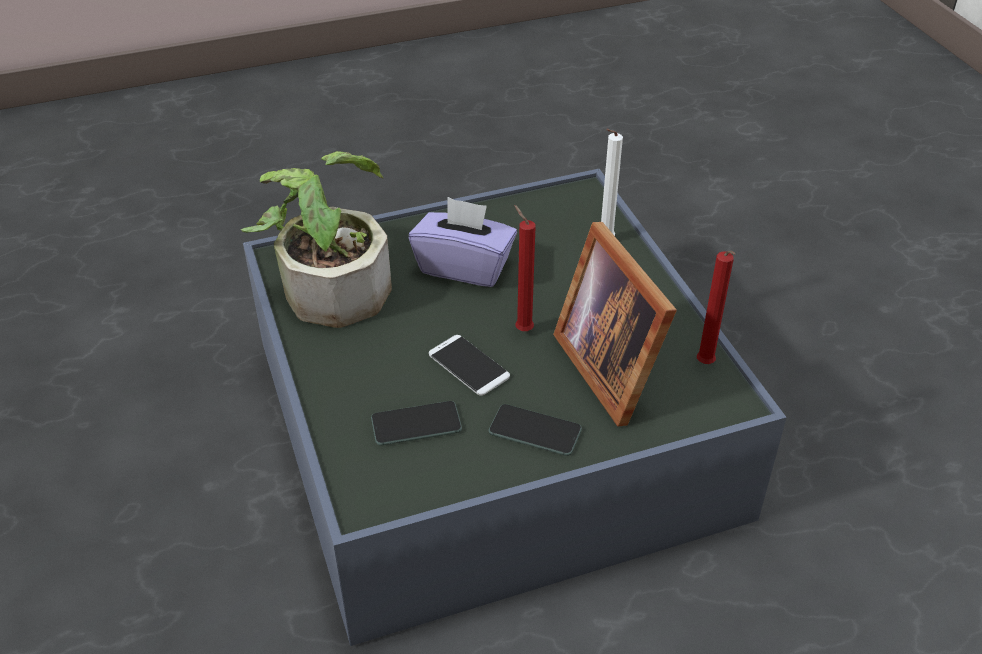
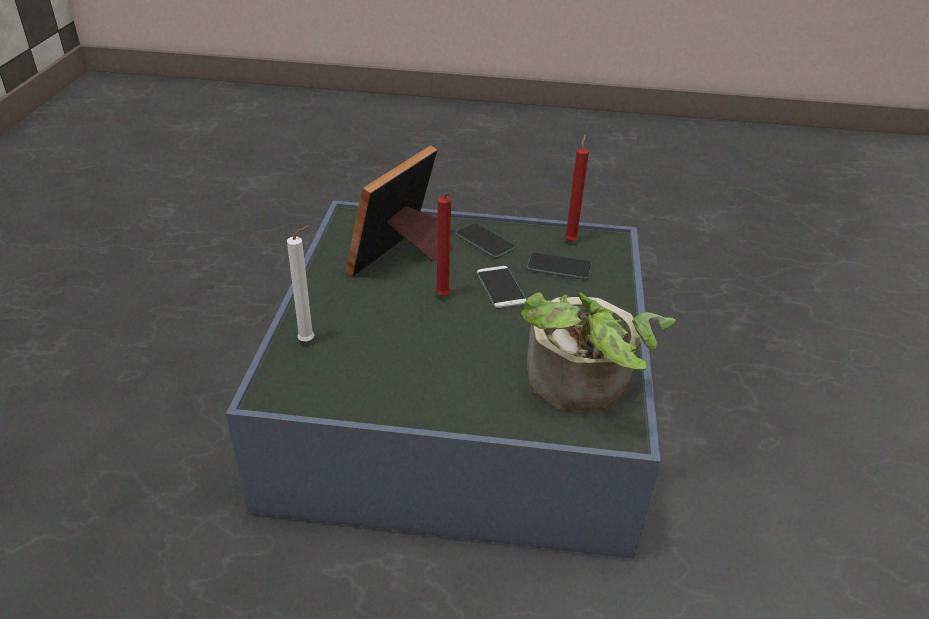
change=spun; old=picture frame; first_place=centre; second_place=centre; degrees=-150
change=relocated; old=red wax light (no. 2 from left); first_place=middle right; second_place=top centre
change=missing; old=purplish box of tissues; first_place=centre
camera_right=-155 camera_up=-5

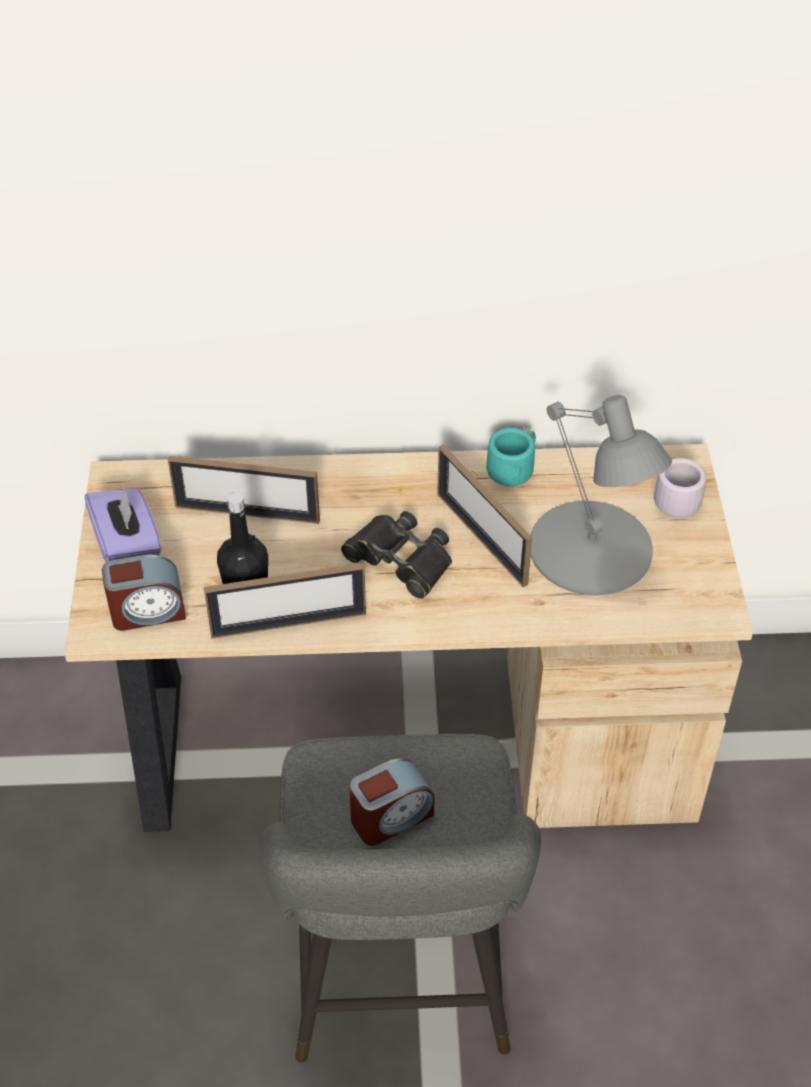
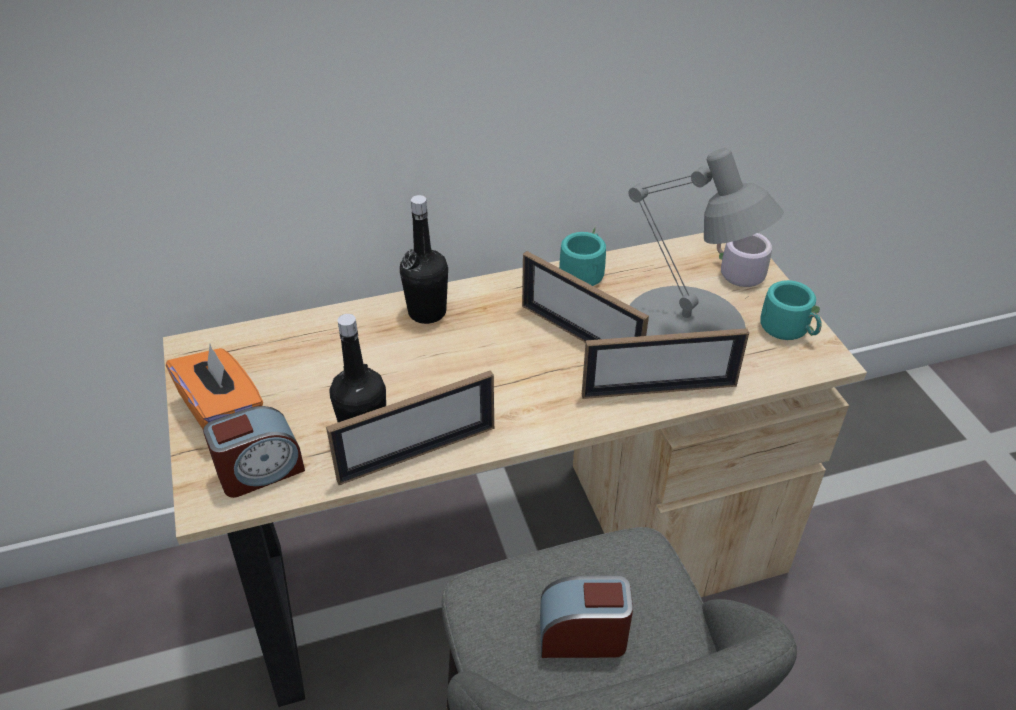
change=colour; old=purplish box of tissues; new=orange-coloured box of tissues; first_place=middle left; second_place=middle left
change=appeared; new=black-coloured drink bottle (no. 2 from left); second_place=centre
change=spun; old=bedside clock (no. 2 from left); first_place=bottom centre; second_place=bottom centre; degrees=-135
change=relocated; old=picture frame (no. 1 from left in the first image); new=picture frame (no. 3 from left); first_place=middle left; second_place=centre
change=appeared; new=turquoise mug (no. 2 from left); second_place=middle right
change=missing; old=black-coloured binoculars; first_place=centre
camera_right=-15 camera_up=-5

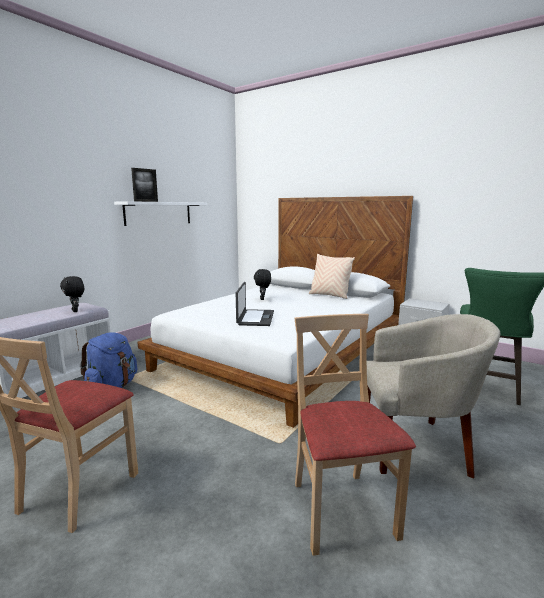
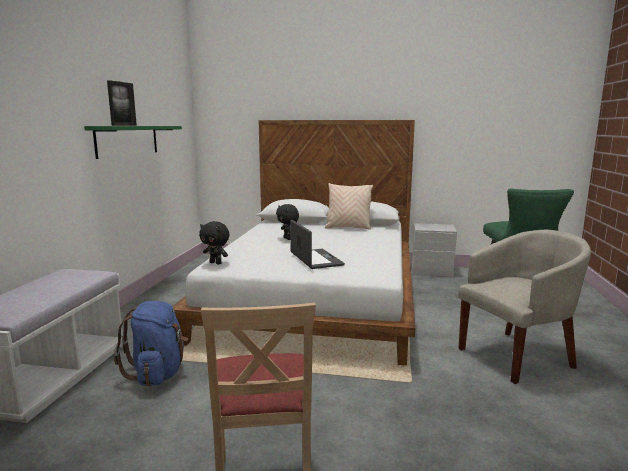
change=colour; old=white-coloured bracket shelf; new=green bracket shelf; first_place=middle left; second_place=top left
change=relocated; old=black-coloured plush toy (no. 1 from left); first_place=middle left; second_place=centre
change=missing; old=beige chair (no. 2 from left); first_place=bottom centre
camera_right=-25 camera_up=0

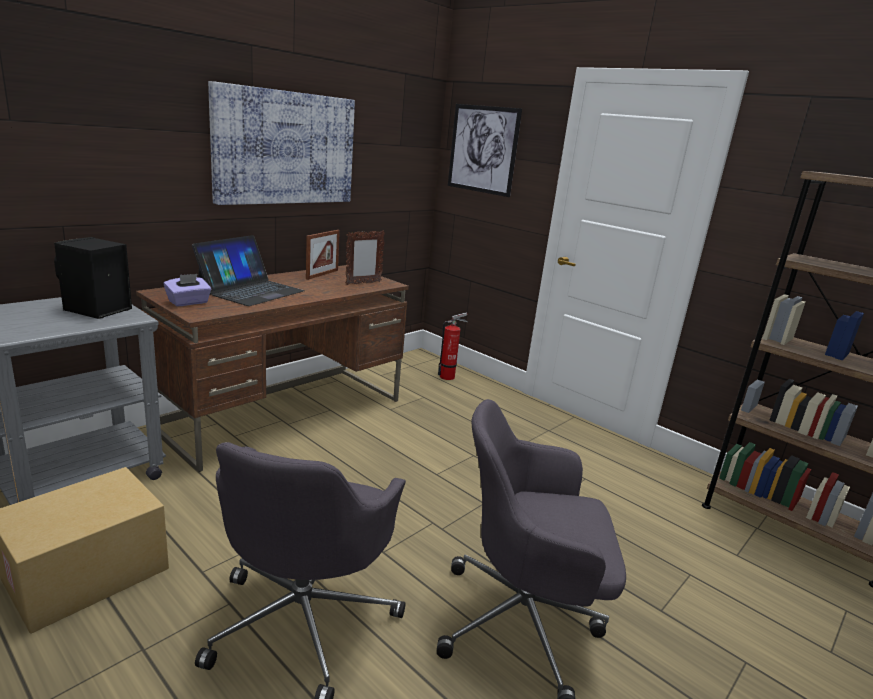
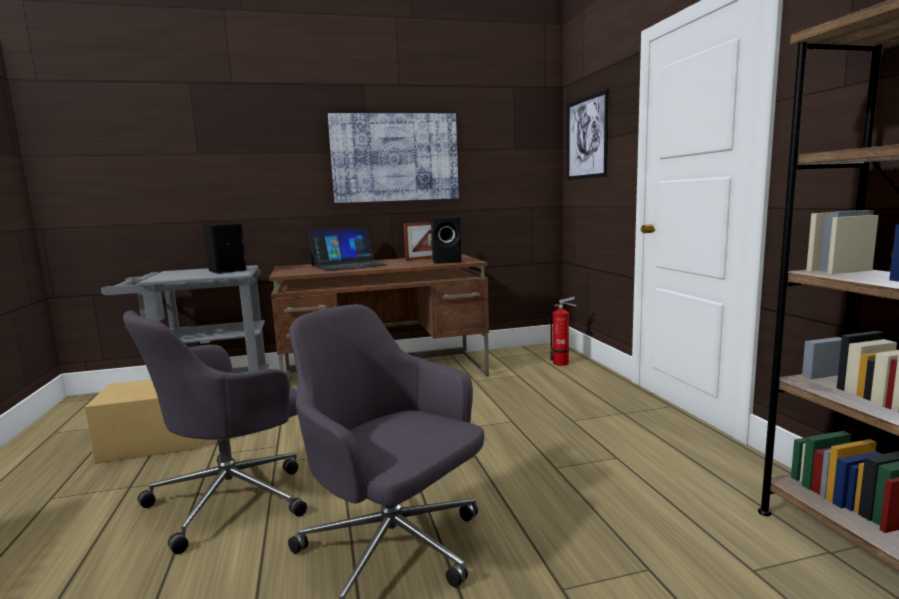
change=exchanged; old=picture frame (no. 2 from left); new=black-coloured audio speaker (no. 2 from left); first_place=centre; second_place=centre
change=missing; old=purplish box of tissues; first_place=middle left
camera_right=35 camera_up=-10

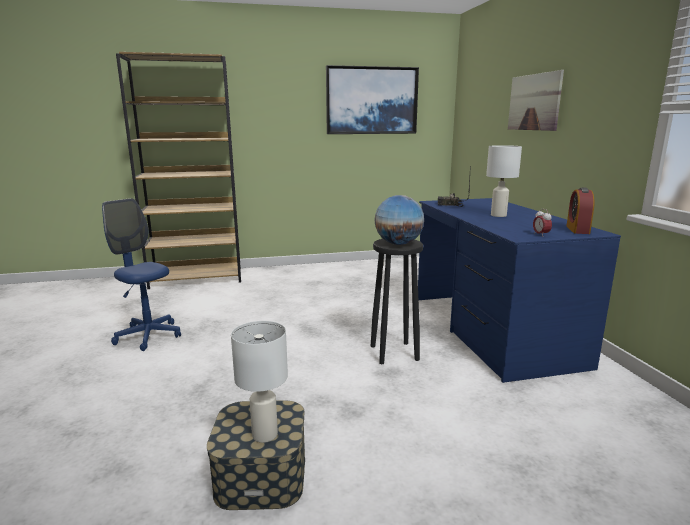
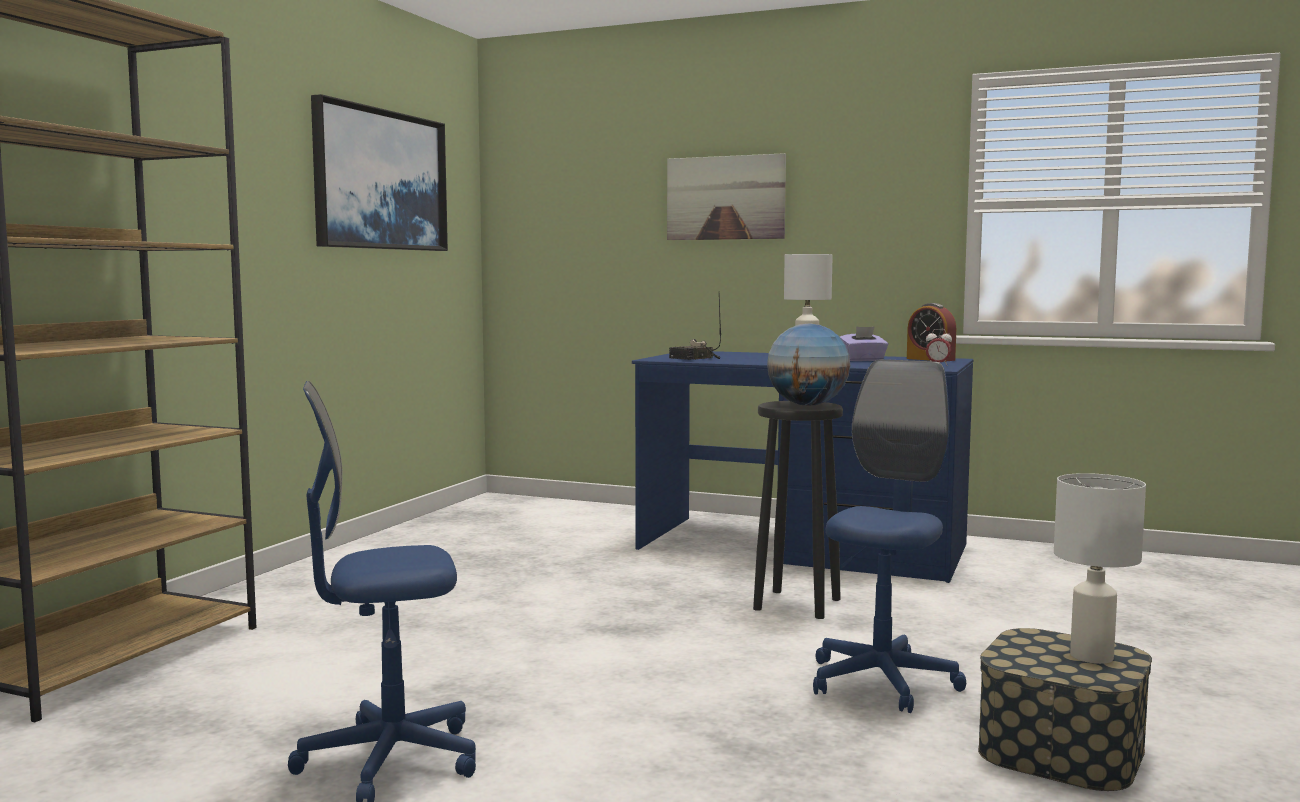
change=appeared; new=blue-coloured office chair (no. 2 from left); second_place=bottom right
change=appeared; new=purplish box of tissues; second_place=centre
camera_right=-55 camera_up=-10

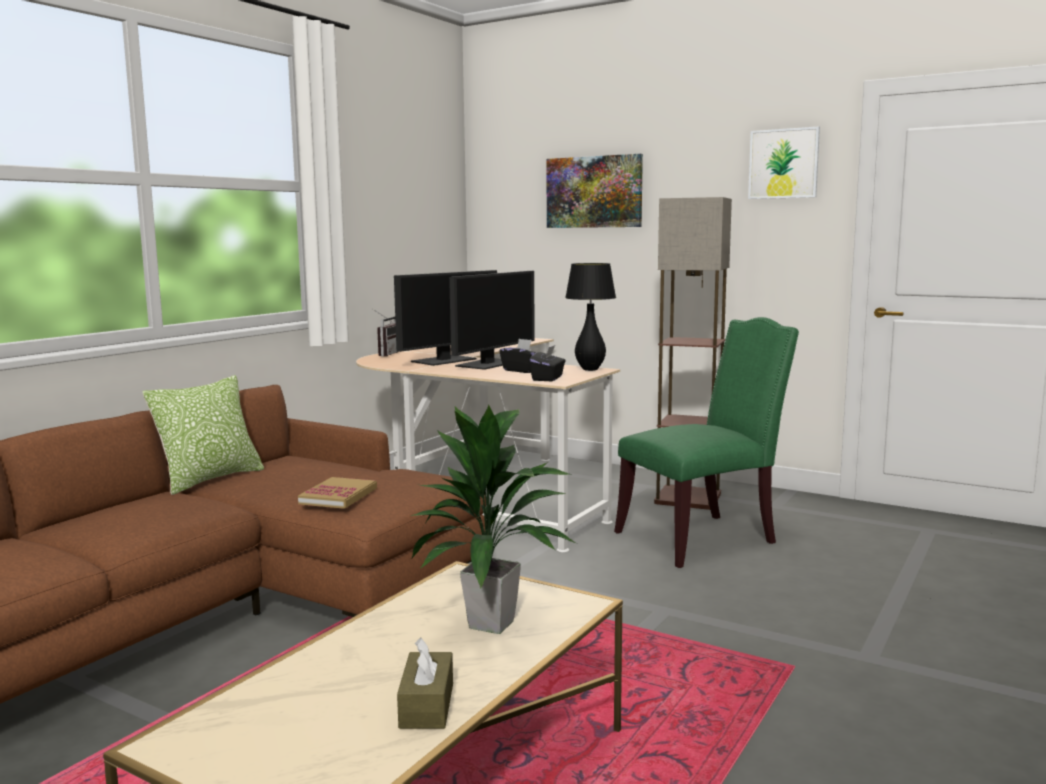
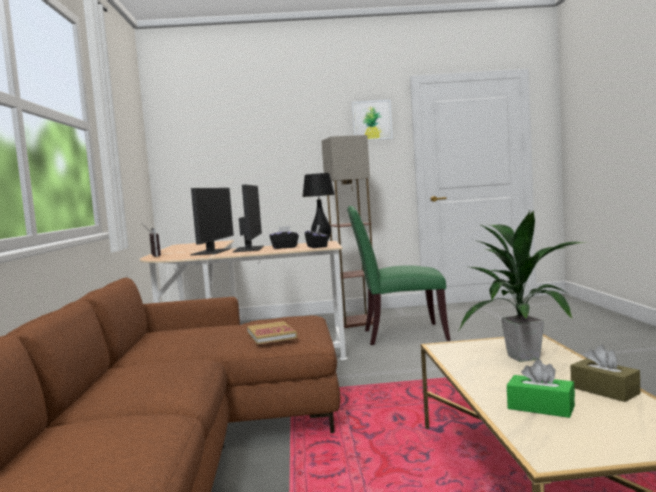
change=spun; old=green chair; first_place=middle right; second_place=centre; degrees=-120
change=appeared; new=green box of tissues; second_place=bottom right
change=missing; old=cushion; first_place=middle left
change=missing; old=wall picture (no. 1 from left); first_place=top centre
camera_right=-35 camera_up=-5

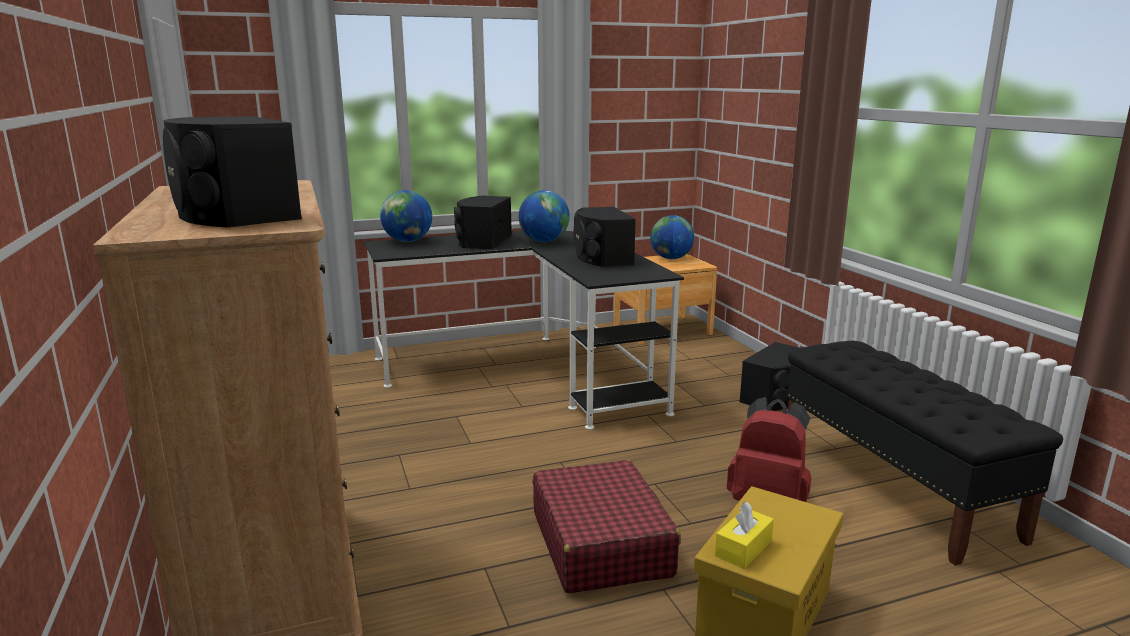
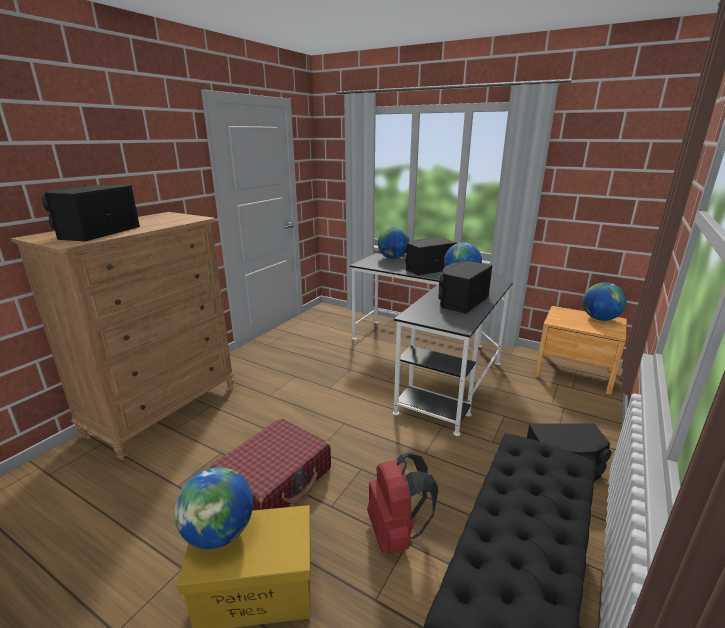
change=exchanged; old=yellowish box of tissues; new=world globe (no. 1 from left); first_place=bottom centre; second_place=bottom left
camera_right=50 camera_up=5

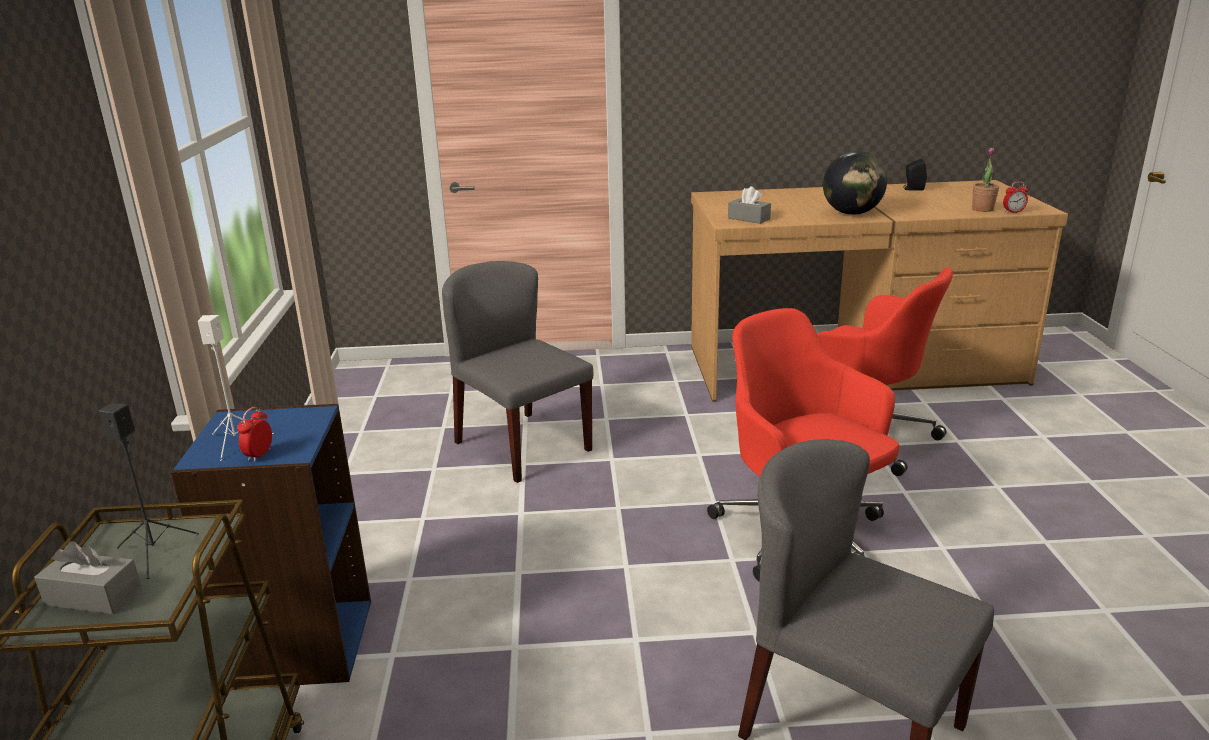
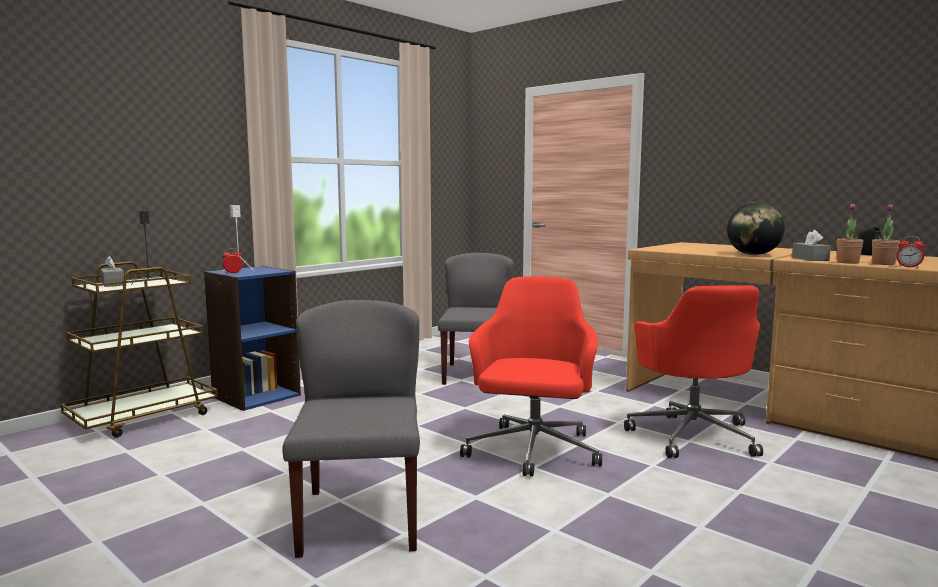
change=relocated; old=greyish box of tissues (no. 2 from left); first_place=top centre; second_place=middle right
change=appeared; new=potted plant (no. 1 from left); second_place=middle right
camera_right=45 camera_up=-15

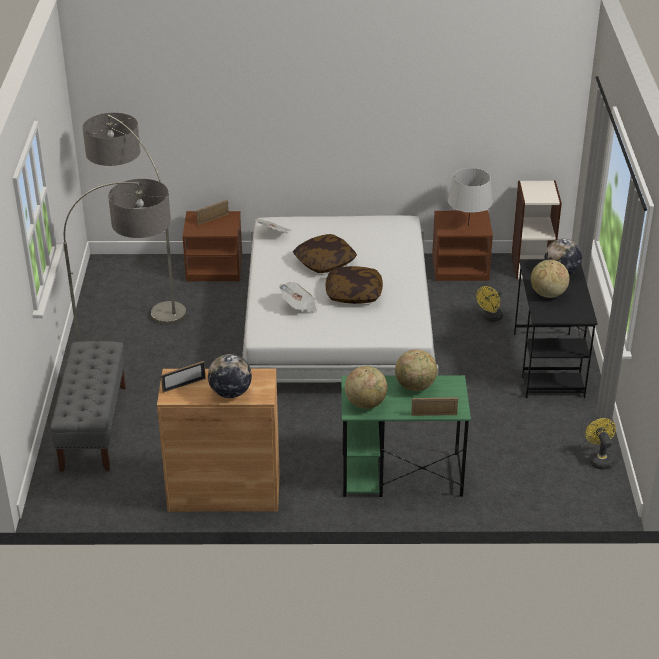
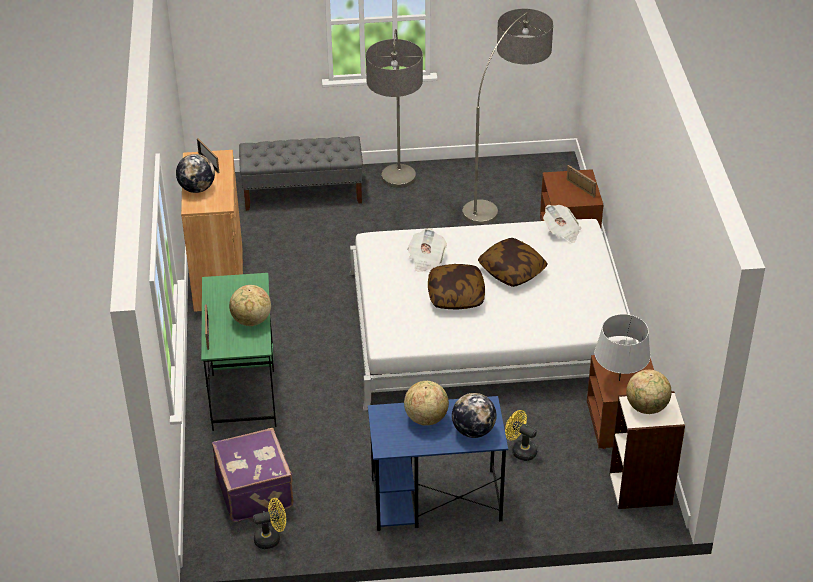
change=appeared; new=purplish piece of luggage; second_place=bottom left
change=colour; old=black-coloured desk unit; new=blue-coloured desk unit; first_place=middle right; second_place=bottom centre
change=relocated; old=world globe (no. 2 from left in the first image); new=world globe (no. 5 from left); first_place=centre; second_place=bottom right
camera_right=85 camera_up=5

